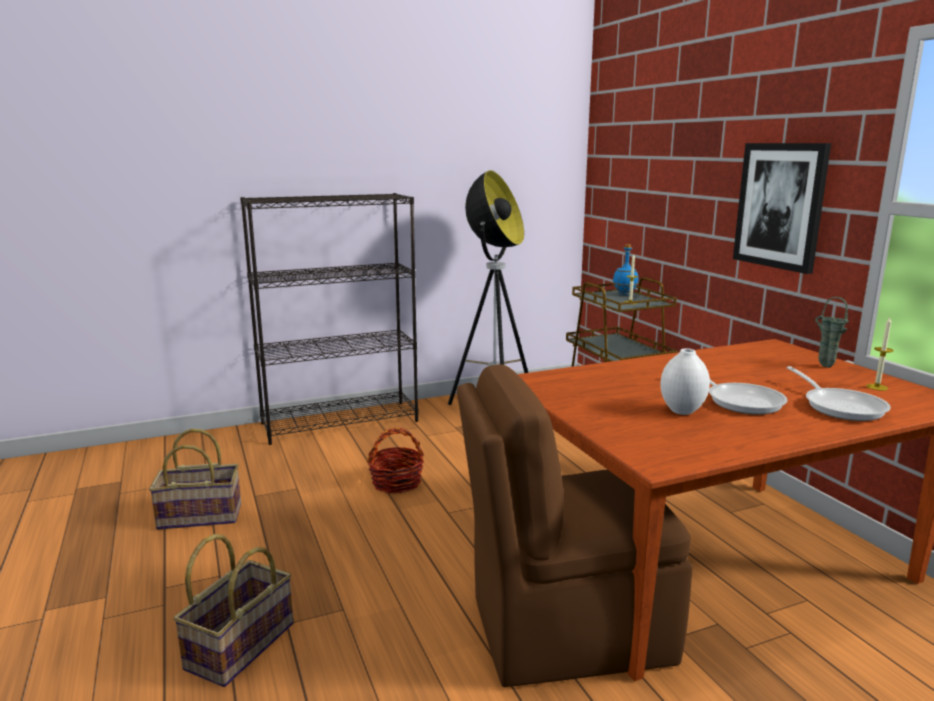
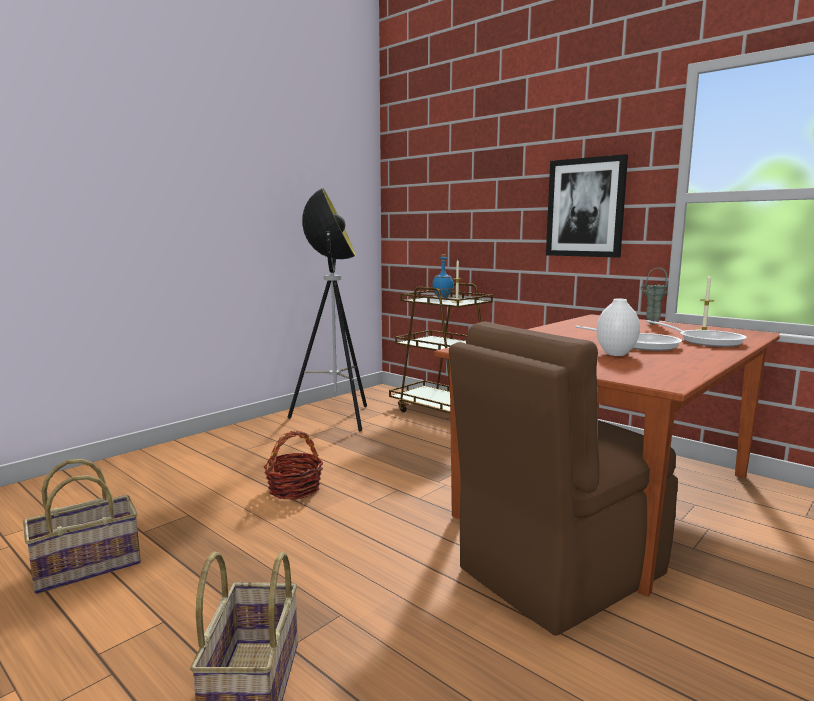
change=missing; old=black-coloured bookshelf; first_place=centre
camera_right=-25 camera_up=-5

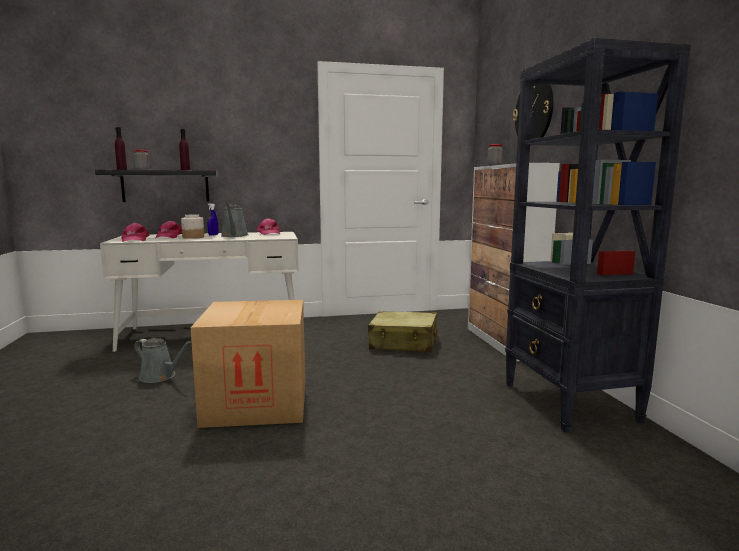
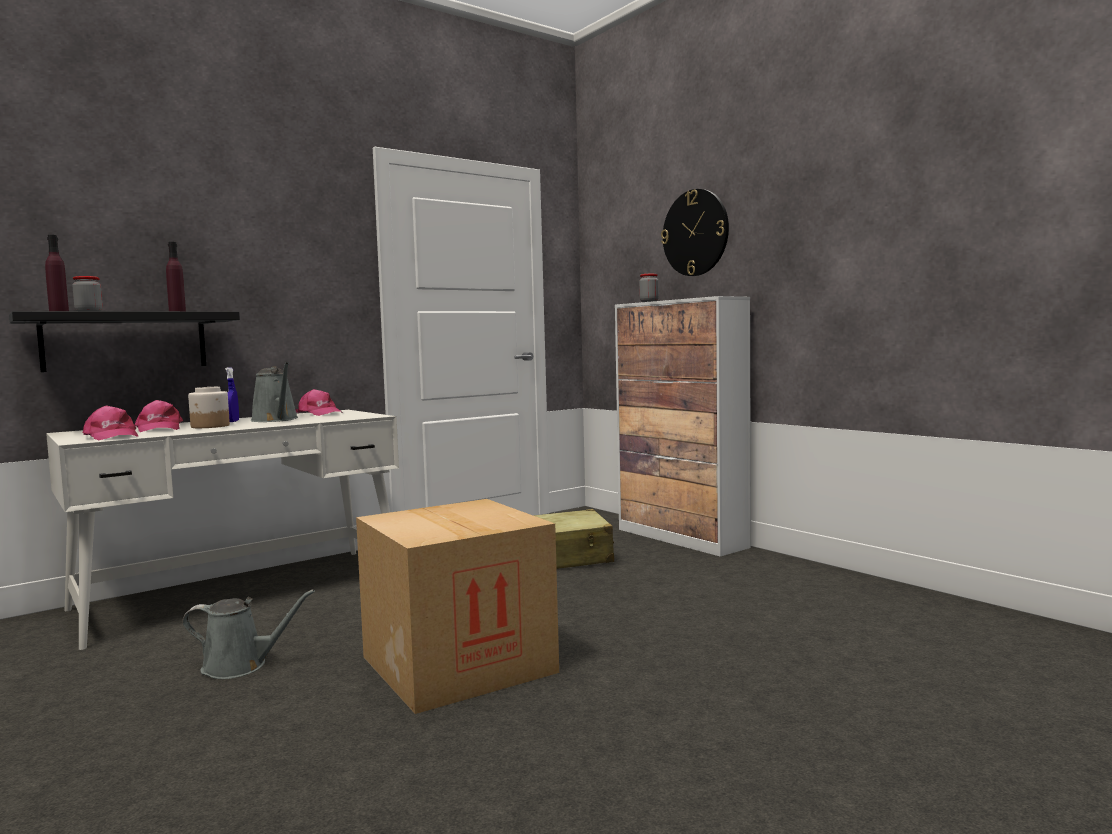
change=missing; old=black-coloured bookshelf; first_place=middle right
camera_right=-25 camera_up=-5

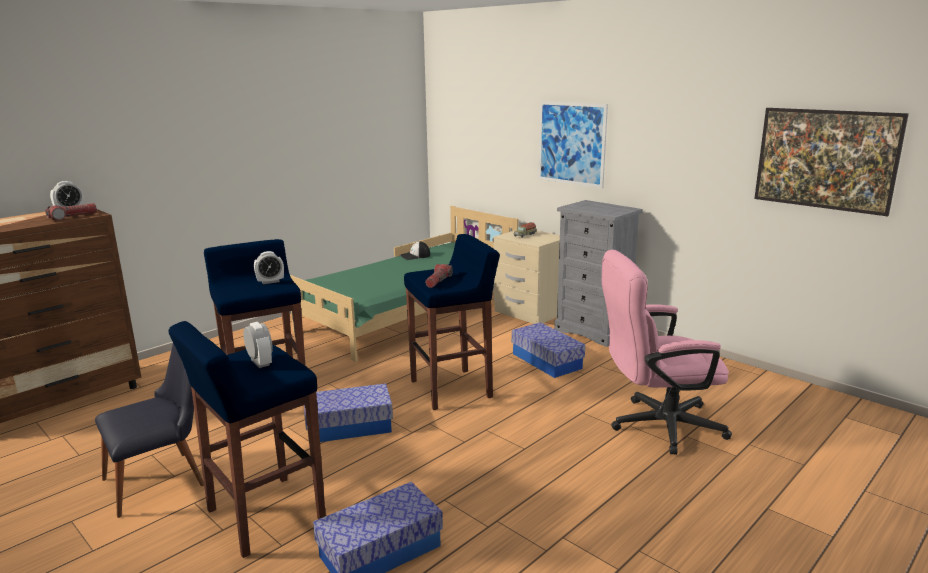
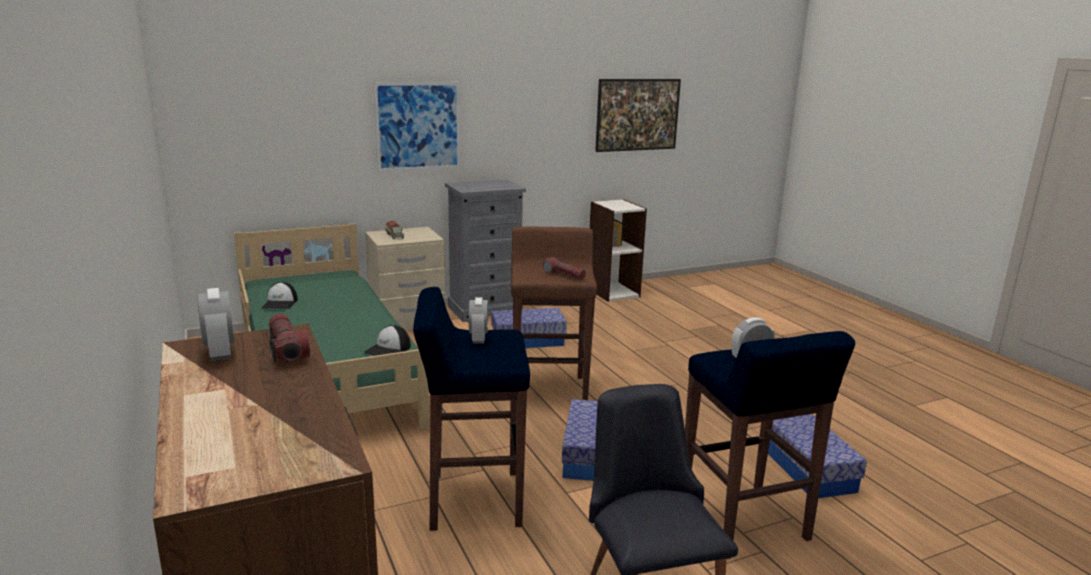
change=appeared; new=peaked cap (no. 2 from left); second_place=centre
change=colour; old=blue-coloured stool seat (no. 3 from left); new=brownish stool seat; first_place=centre; second_place=centre
change=appeared; new=bookshelf; second_place=centre
change=missing; old=pinkish office chair; first_place=middle right
camera_right=-70 camera_up=0

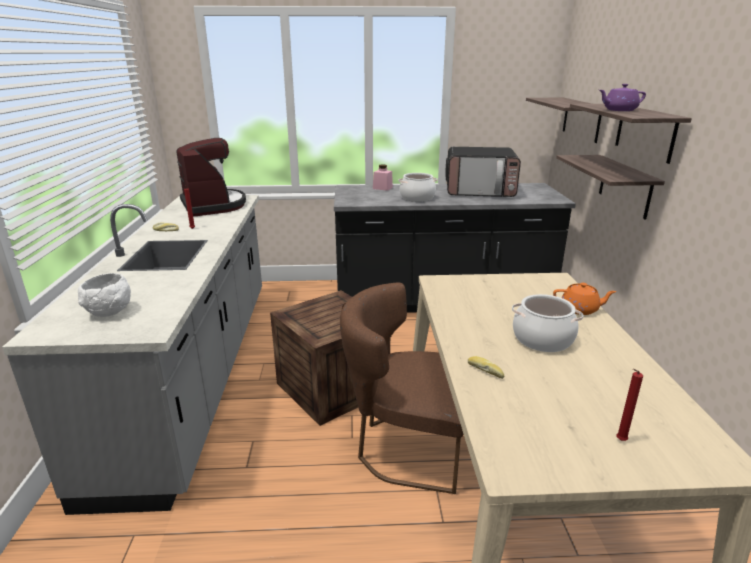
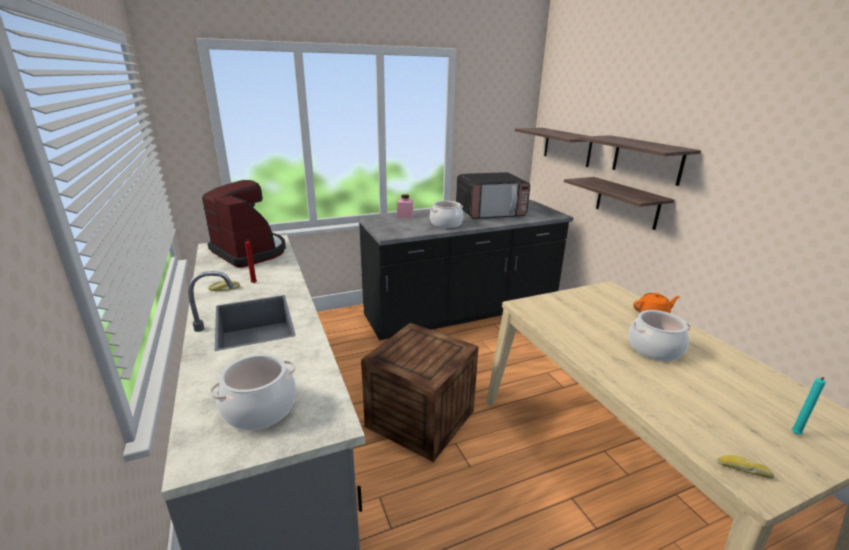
change=exchanged; old=white-coloured bowl; new=stockpot (no. 1 from left); first_place=middle left; second_place=bottom left
change=relocated; old=bread (no. 2 from left); first_place=centre; second_place=bottom right
change=colour; old=red wax light (no. 2 from left); new=turquoise wax light; first_place=bottom right; second_place=bottom right
change=missing; old=brownish chair; first_place=bottom centre
change=missing; old=purplish pot for tea; first_place=top right
camera_right=-20 camera_up=0

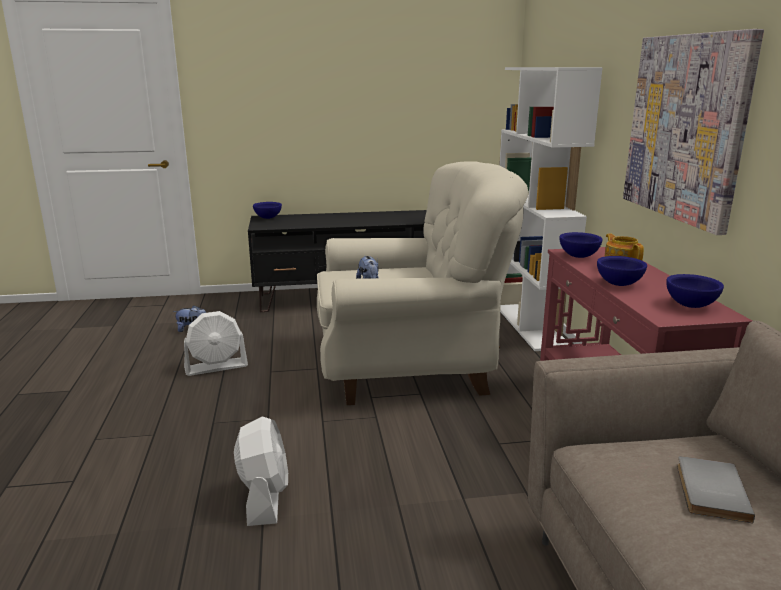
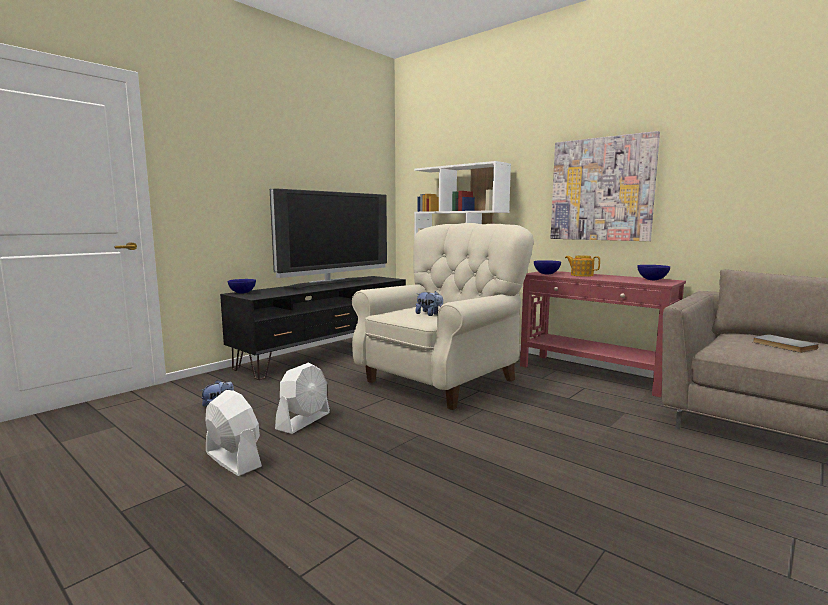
change=relocated; old=white-coloured electric fan (no. 2 from left in the first image); new=white-coloured electric fan (no. 1 from left); first_place=bottom centre; second_place=bottom left
change=appeared; new=television; second_place=centre
change=missing; old=blue-coloured bowl (no. 3 from left); first_place=middle right
camera_right=-40 camera_up=-10

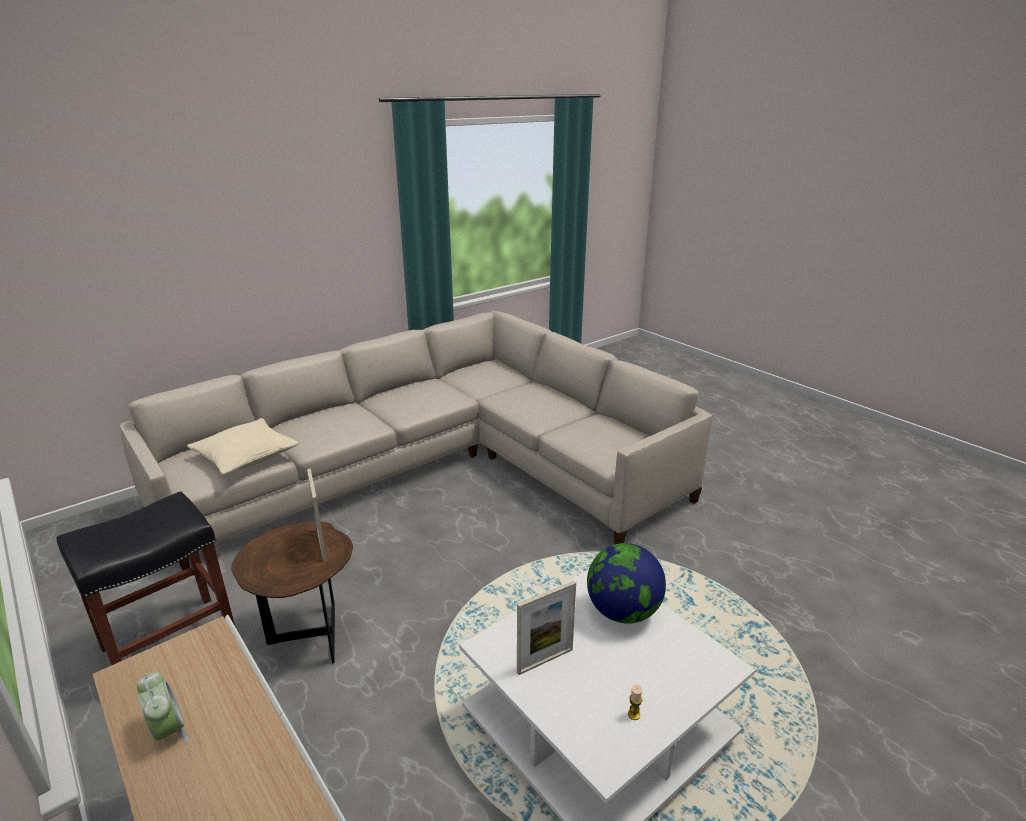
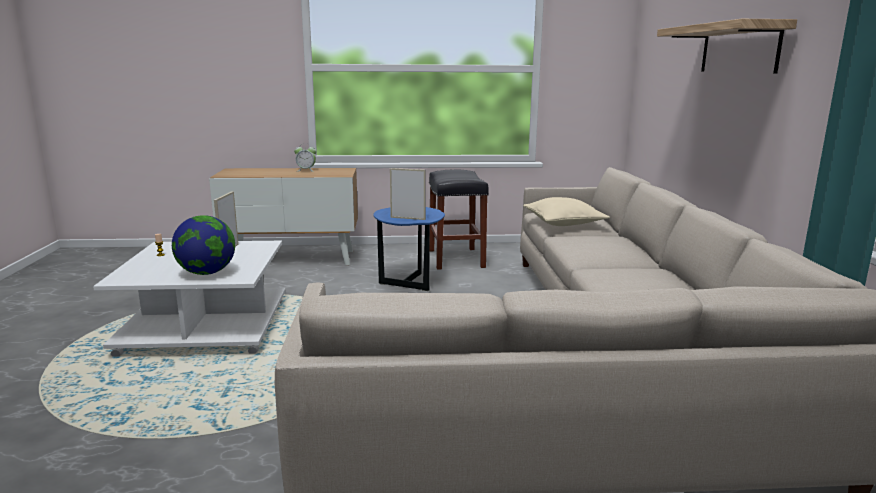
change=colour; old=brownish side table; new=blue-coloured side table; first_place=bottom left; second_place=centre
change=appeared; new=bracket shelf; second_place=top right
camera_right=125 camera_up=-10

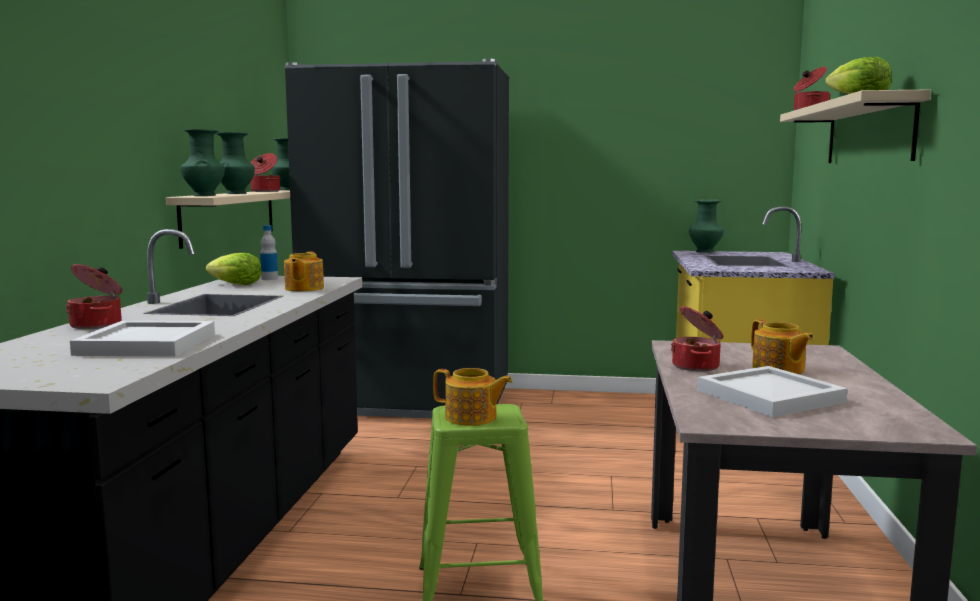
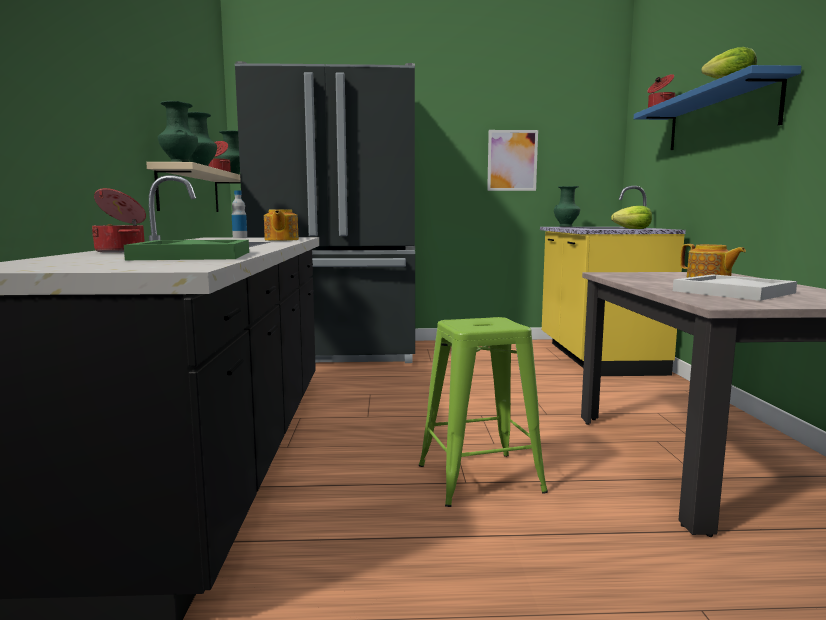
change=colour; old=white-coloured carrying tray (no. 1 from left); new=green carrying tray; first_place=middle left; second_place=middle left
change=appeared; new=wall picture; second_place=top centre
change=relocated; old=head of lettuce (no. 1 from left); first_place=middle left; second_place=middle right
change=colour; old=beige bracket shelf (no. 2 from left); new=blue-coloured bracket shelf; first_place=top right; second_place=top right
change=missing; old=pot for tea (no. 2 from left); first_place=centre
change=missing; old=stockpot (no. 3 from left); first_place=middle right
camera_right=-10 camera_up=0

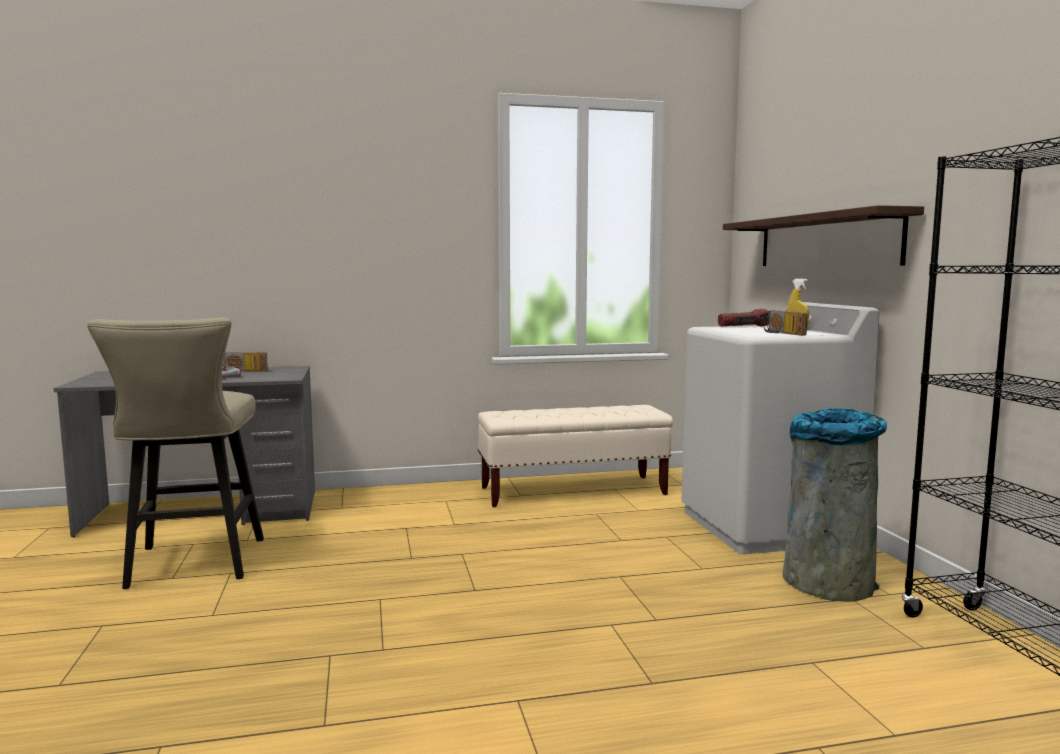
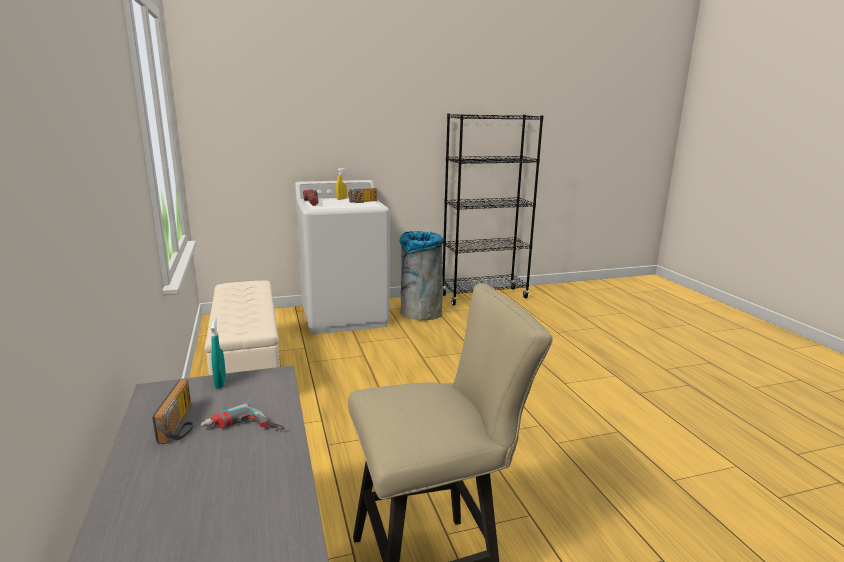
change=appeared; new=turquoise spray bottle; second_place=middle left
change=missing; old=bracket shelf; first_place=top right
camera_right=-95 camera_up=10

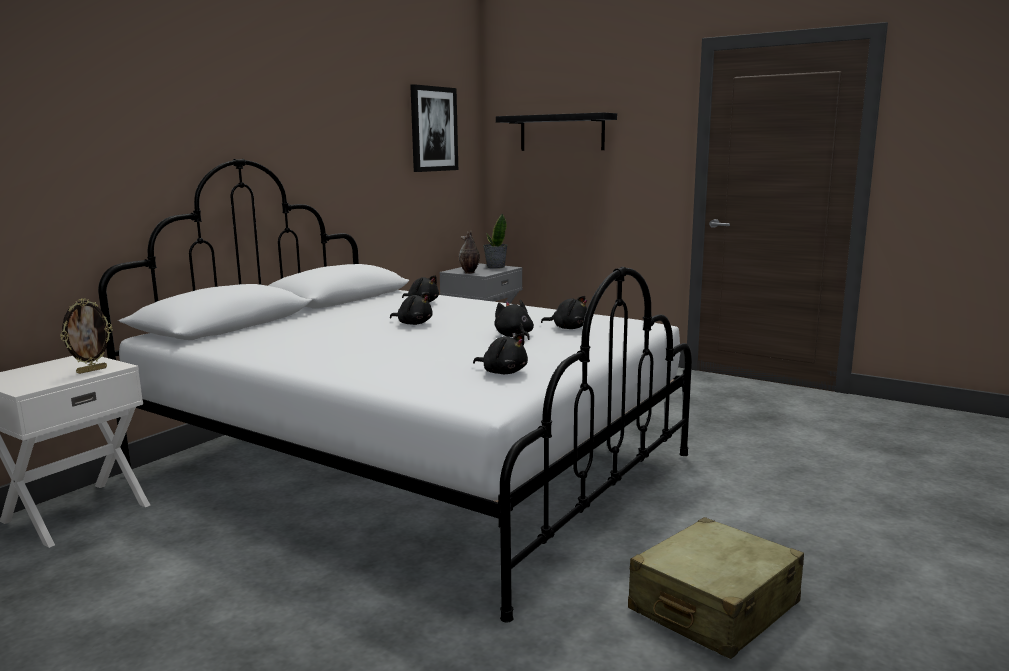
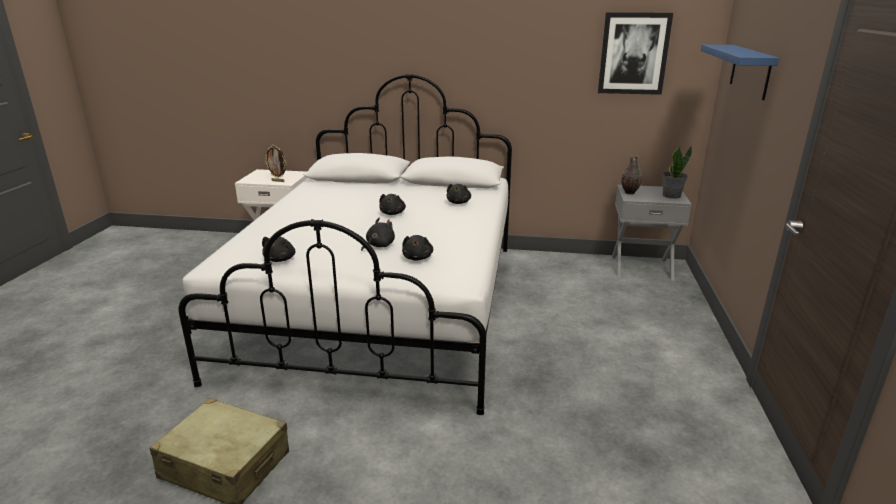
change=colour; old=black-coloured bracket shelf; new=blue-coloured bracket shelf; first_place=top centre; second_place=top right
camera_right=65 camera_up=10

